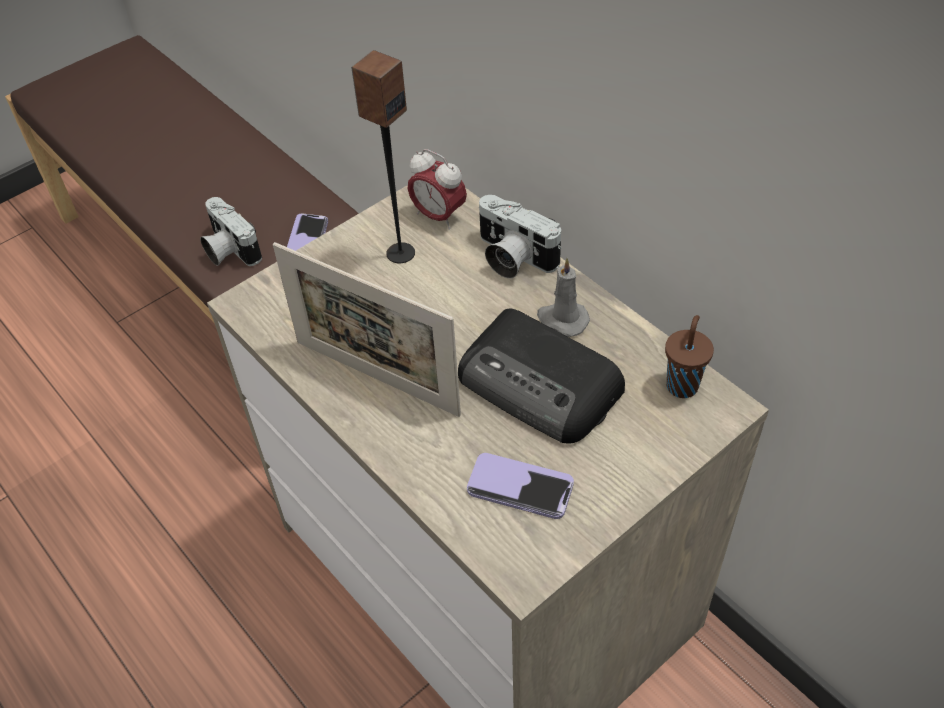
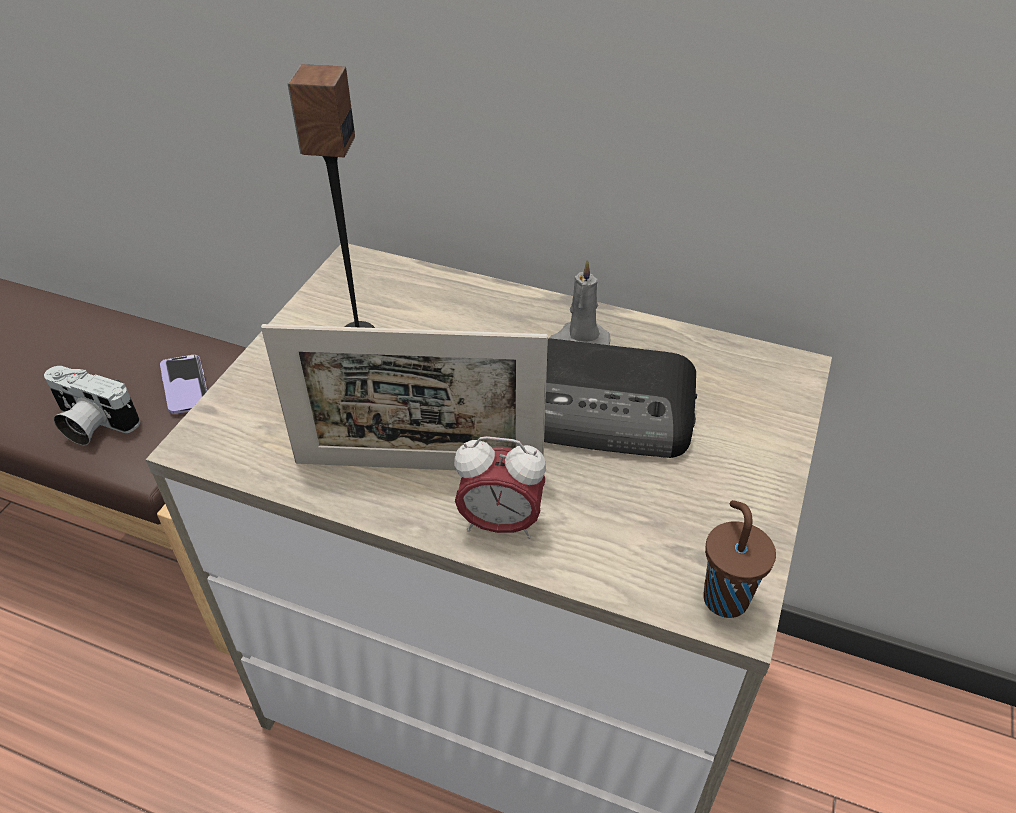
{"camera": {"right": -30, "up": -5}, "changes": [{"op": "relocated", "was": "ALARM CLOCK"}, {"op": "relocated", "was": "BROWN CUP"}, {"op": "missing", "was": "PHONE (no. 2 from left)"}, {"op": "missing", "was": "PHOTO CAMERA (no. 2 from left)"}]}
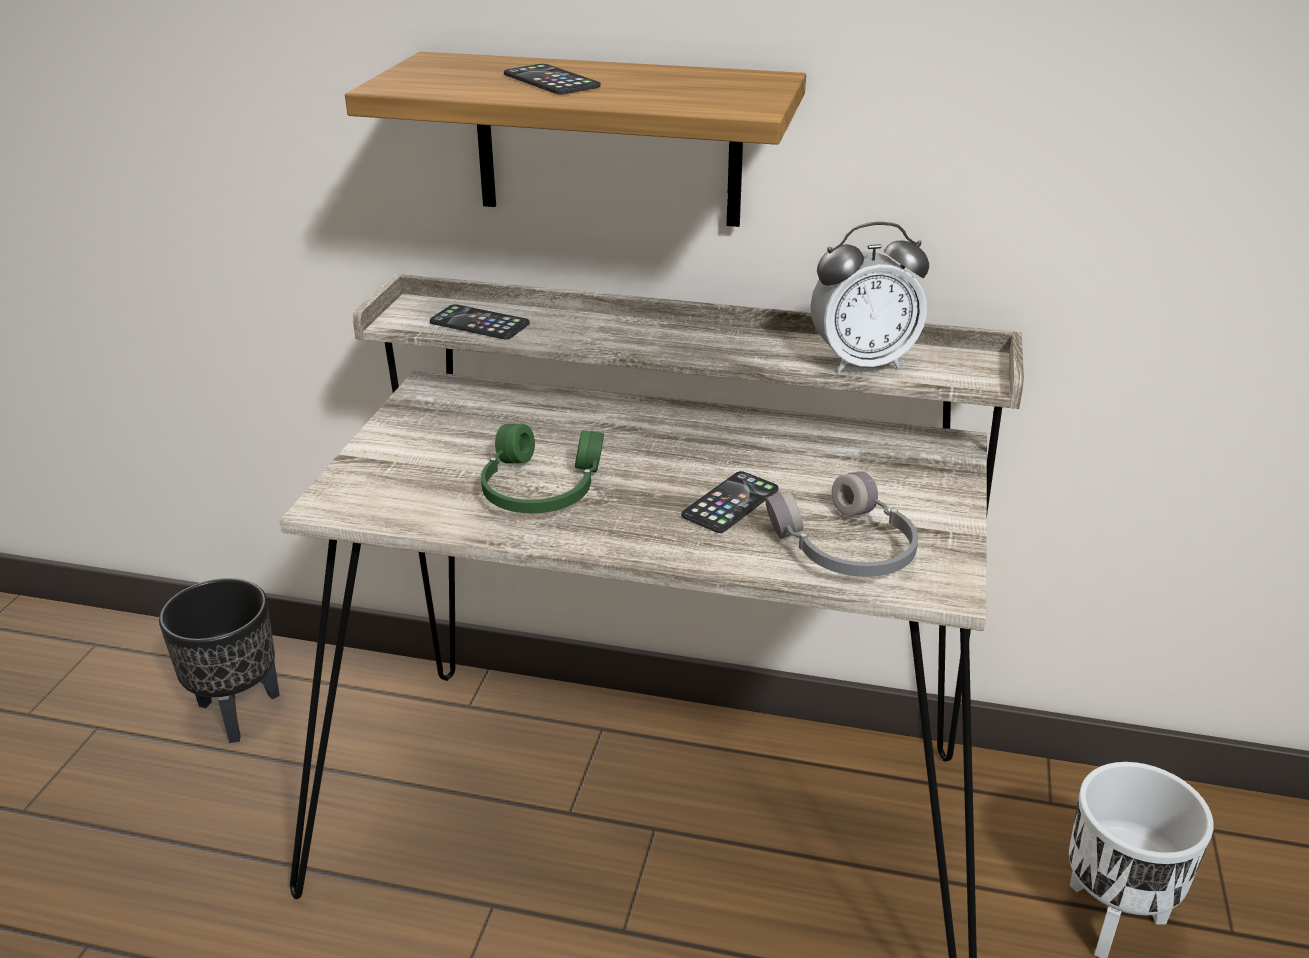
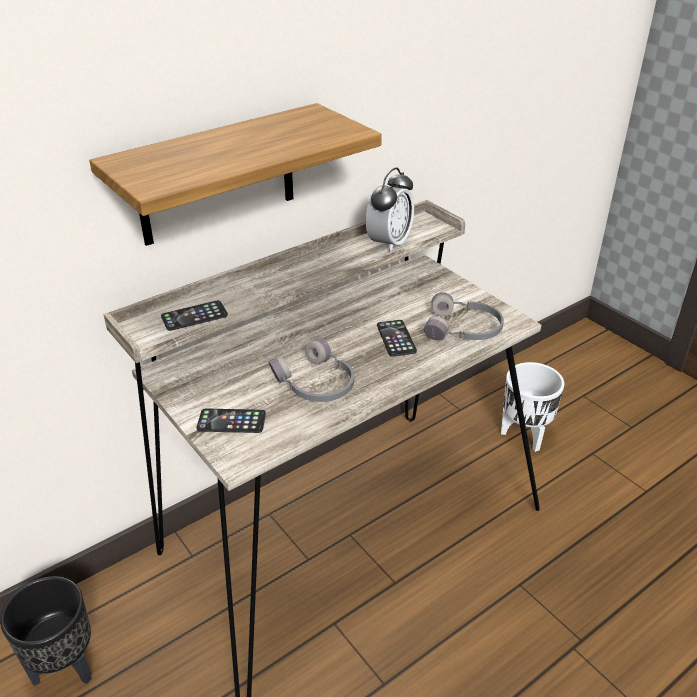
{"camera": {"right": -50, "up": 5}, "changes": [{"op": "relocated", "was": "PHONE (no. 2 from left)"}, {"op": "colour", "was": "GREEN HEADPHONES", "now": "GREY HEADPHONES (no. 1 from left)"}]}
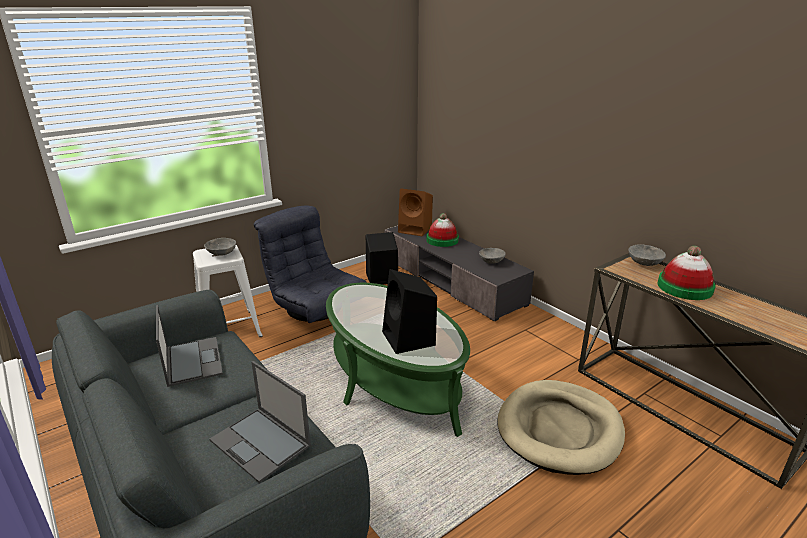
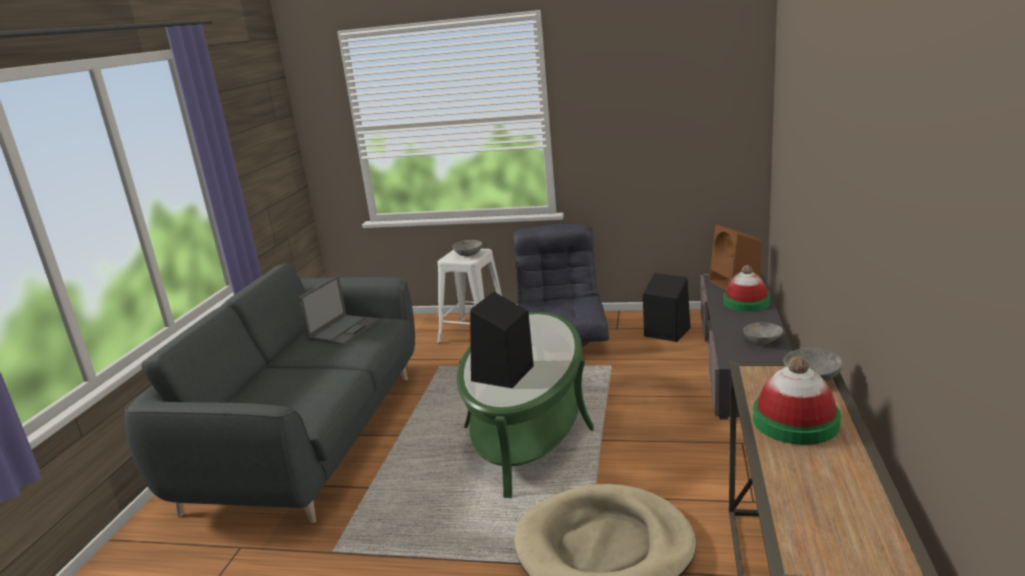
{"camera": {"right": 50, "up": -5}, "changes": [{"op": "missing", "was": "LAPTOP (no. 2 from left)"}]}
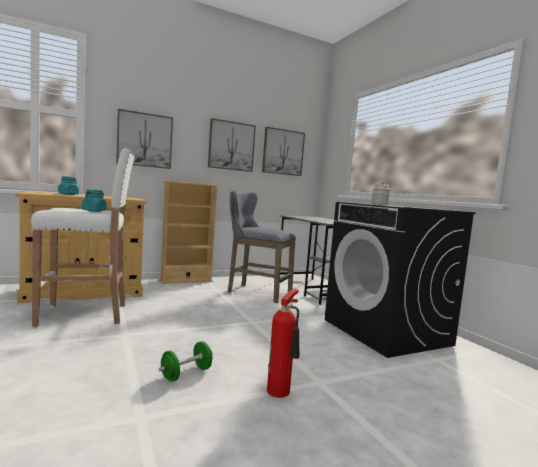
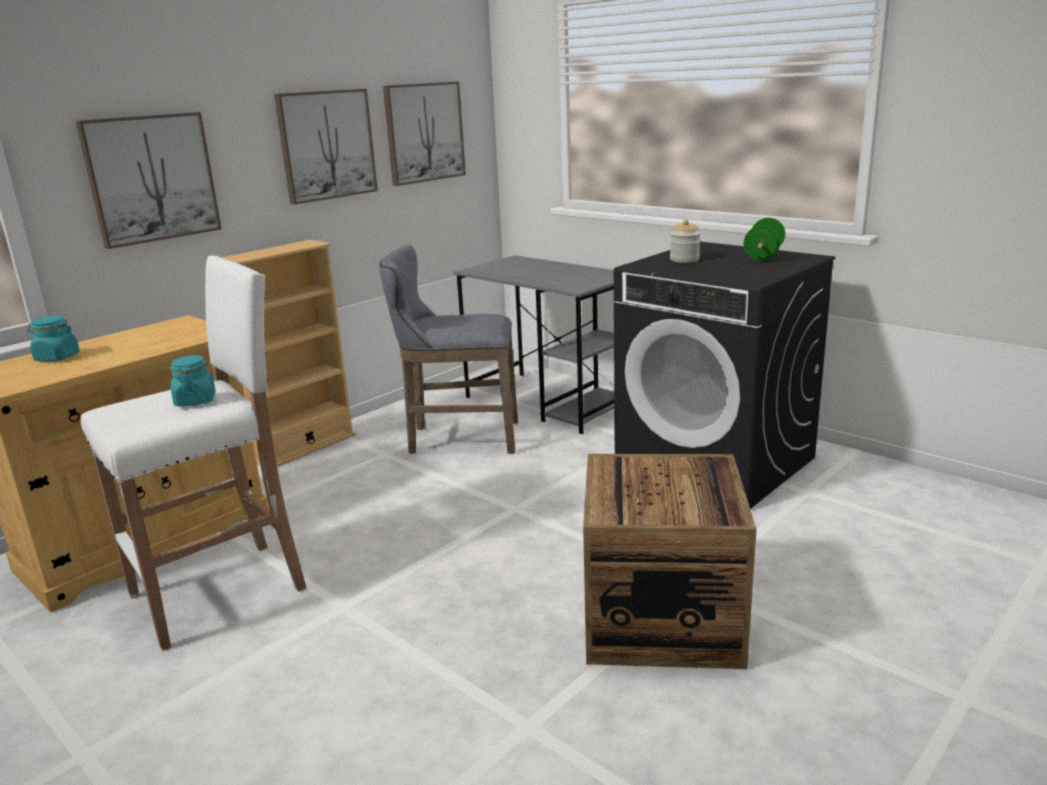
{"camera": {"right": -20, "up": 15}, "changes": [{"op": "exchanged", "was": "FIRE EXTINGUISHER", "now": "CRATE"}, {"op": "relocated", "was": "GREEN DUMBBELL"}]}
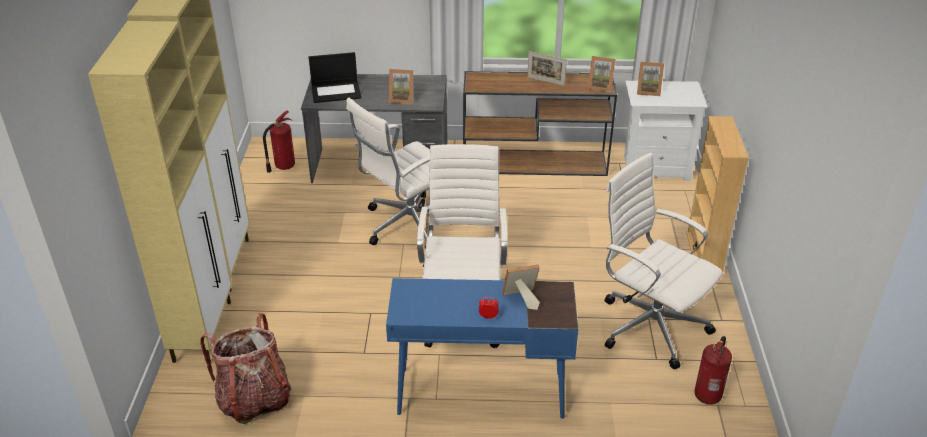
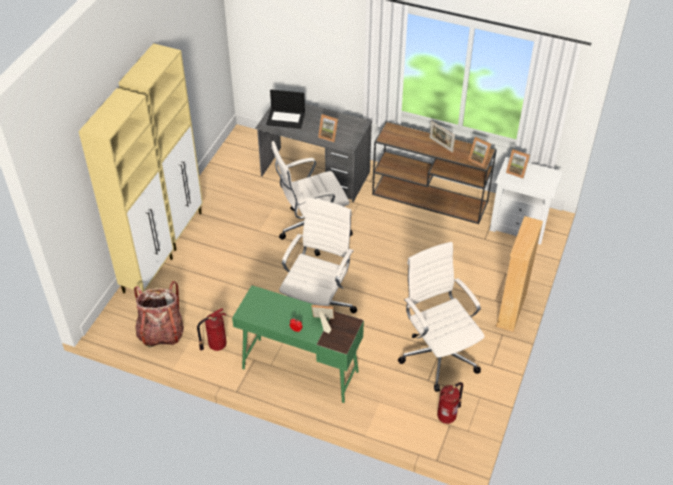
{"camera": {"right": 20, "up": 10}, "changes": [{"op": "relocated", "was": "FIRE EXTINGUISHER (no. 1 from left)"}, {"op": "colour", "was": "BLUE DESK", "now": "GREEN DESK"}]}
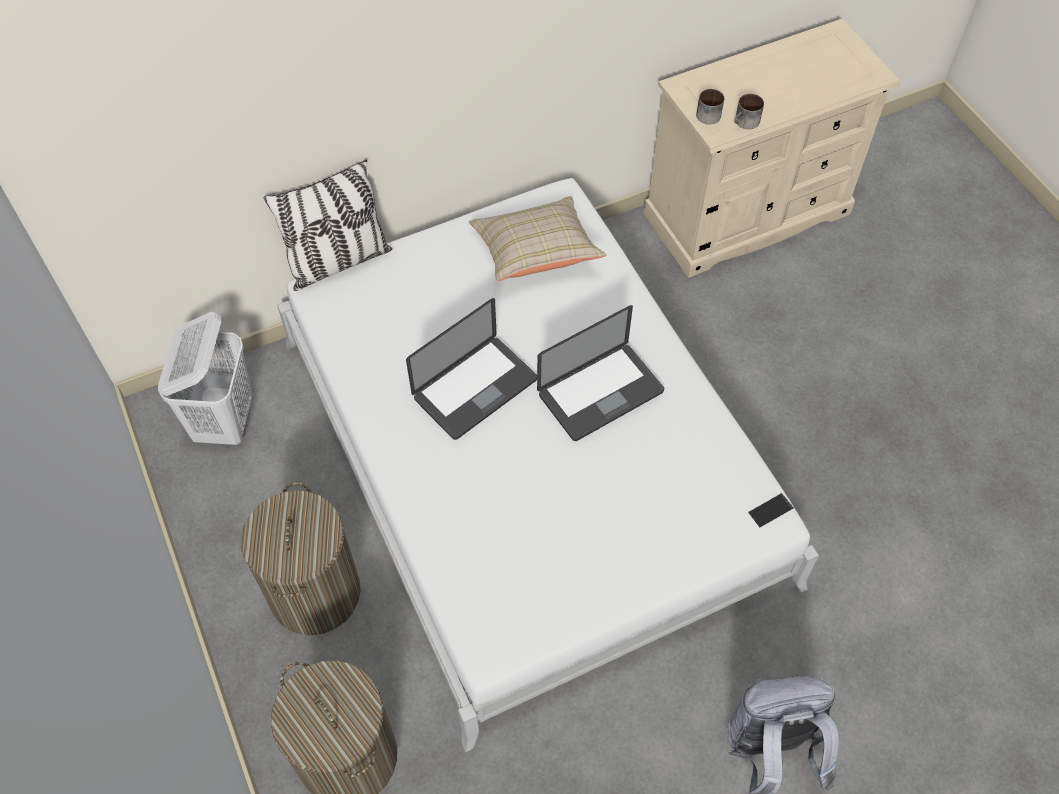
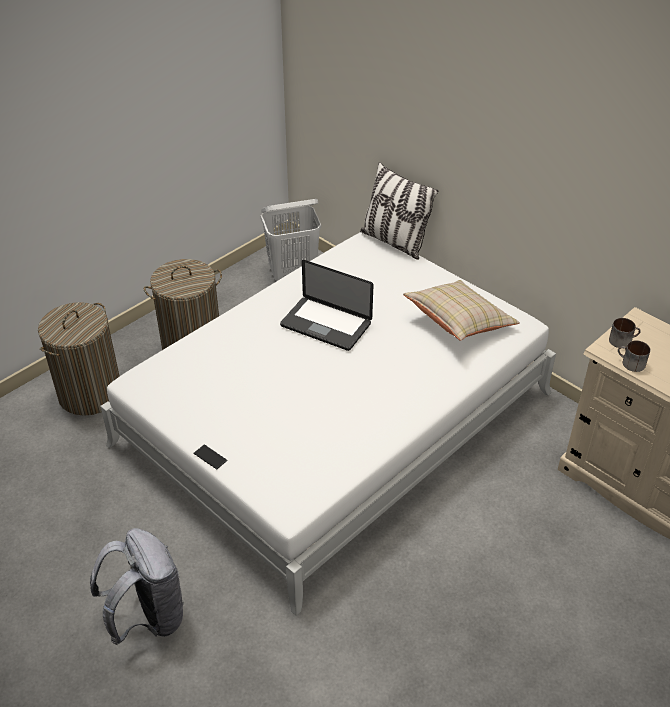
{"camera": {"right": 70, "up": -15}, "changes": [{"op": "relocated", "was": "PHONE"}, {"op": "missing", "was": "LAPTOP (no. 2 from left)"}]}
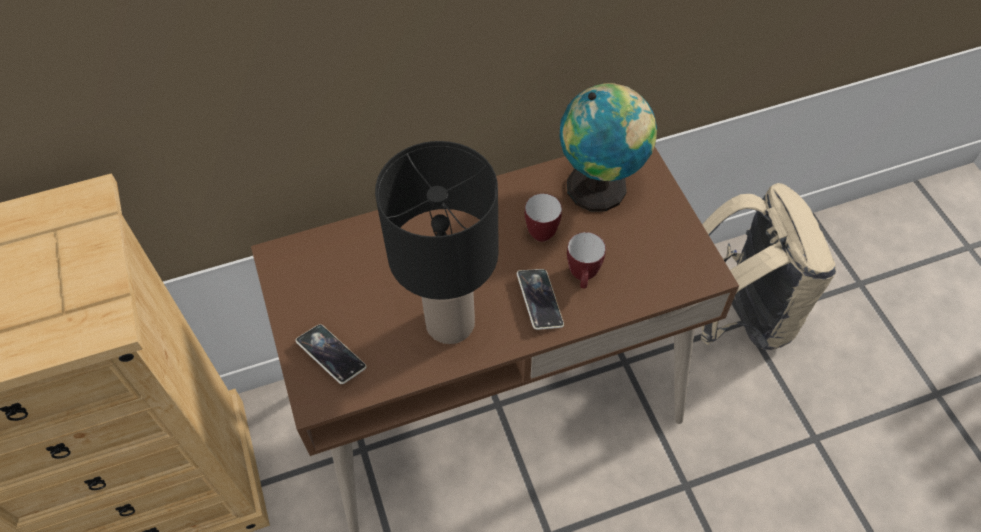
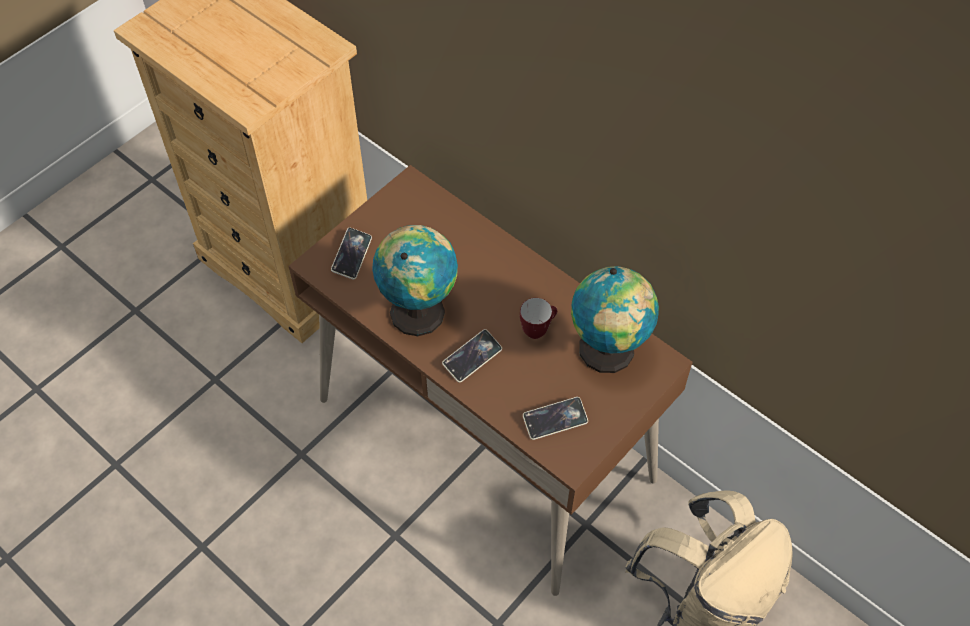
{"camera": {"right": 60, "up": 0}, "changes": [{"op": "exchanged", "was": "BLACK TABLE LAMP", "now": "GLOBE (no. 1 from left)"}, {"op": "appeared", "now": "PHONE (no. 3 from left)"}, {"op": "missing", "was": "MUG (no. 2 from left)"}]}
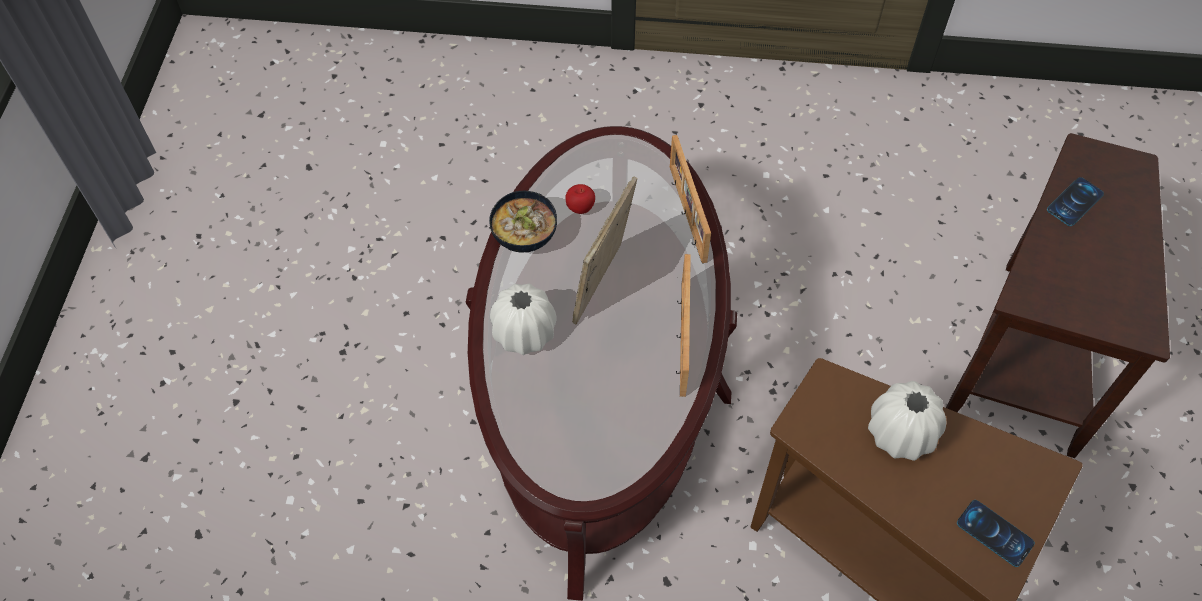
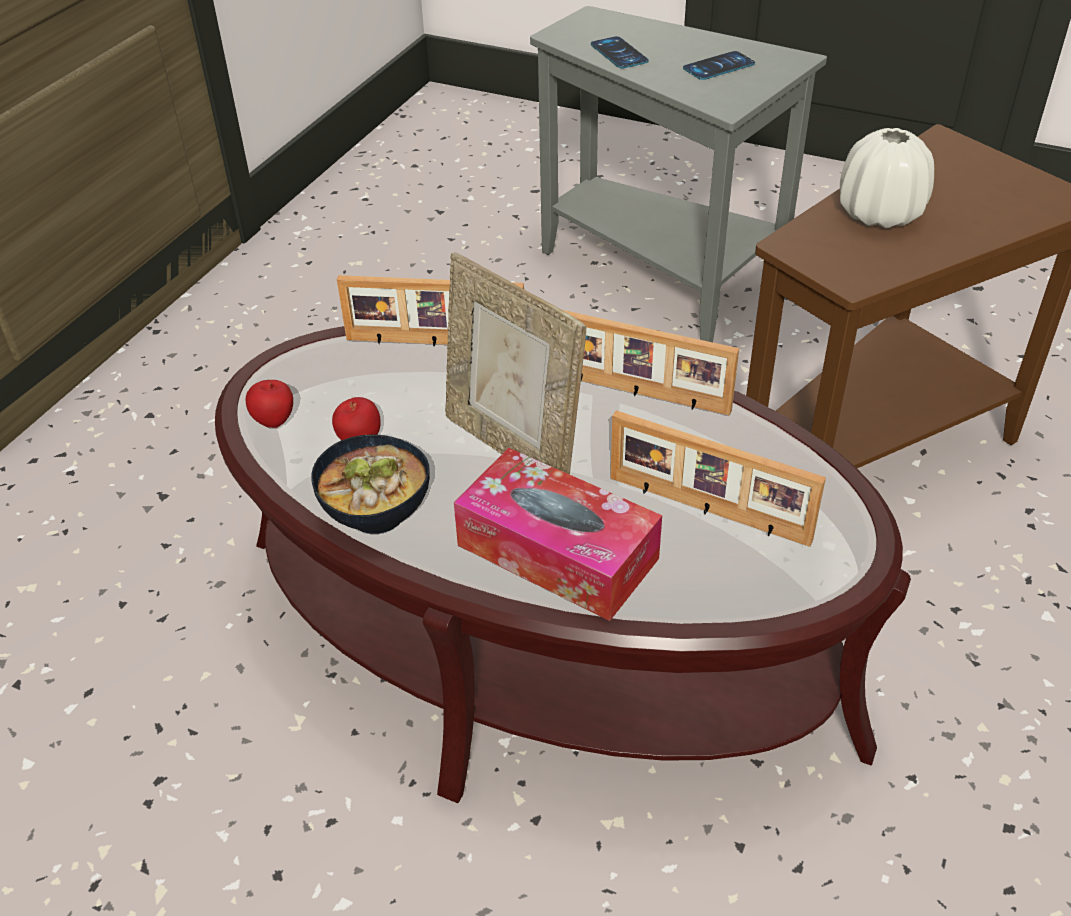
{"camera": {"right": -70, "up": -15}, "changes": [{"op": "appeared", "now": "APPLE (no. 1 from left)"}, {"op": "exchanged", "was": "WHITE VASE (no. 1 from left)", "now": "TISSUE BOX"}, {"op": "colour", "was": "BROWN SIDE TABLE (no. 2 from left)", "now": "GREY SIDE TABLE"}, {"op": "appeared", "now": "PICTURE FRAME (no. 4 from left)"}, {"op": "relocated", "was": "PHONE (no. 1 from left in the first image)", "now": "PHONE (no. 2 from left)"}]}
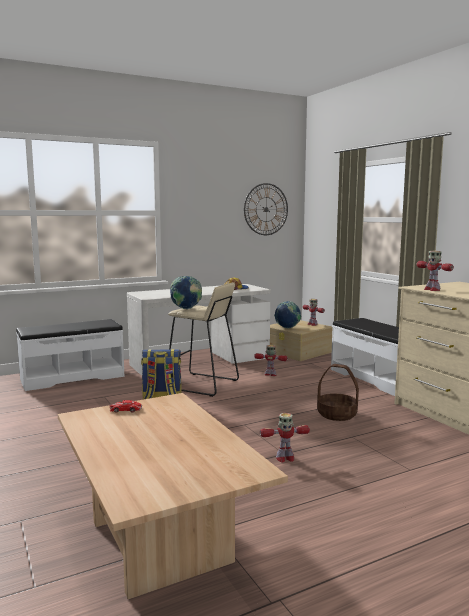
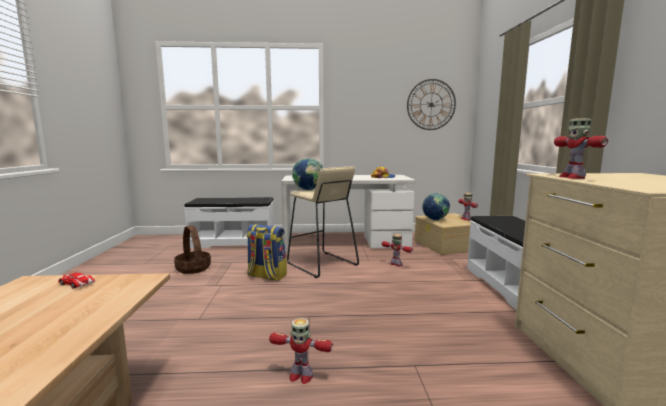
{"camera": {"right": 25, "up": 0}, "changes": [{"op": "relocated", "was": "BASKET"}]}
